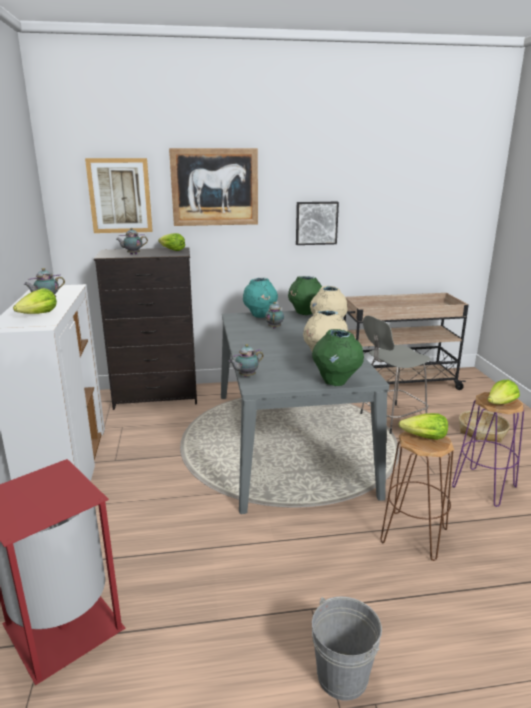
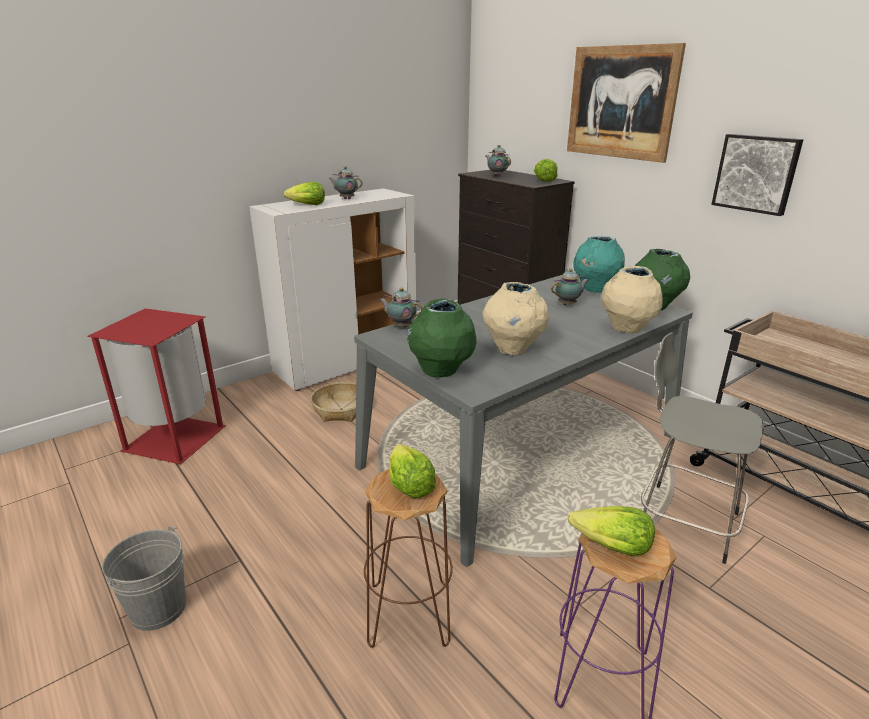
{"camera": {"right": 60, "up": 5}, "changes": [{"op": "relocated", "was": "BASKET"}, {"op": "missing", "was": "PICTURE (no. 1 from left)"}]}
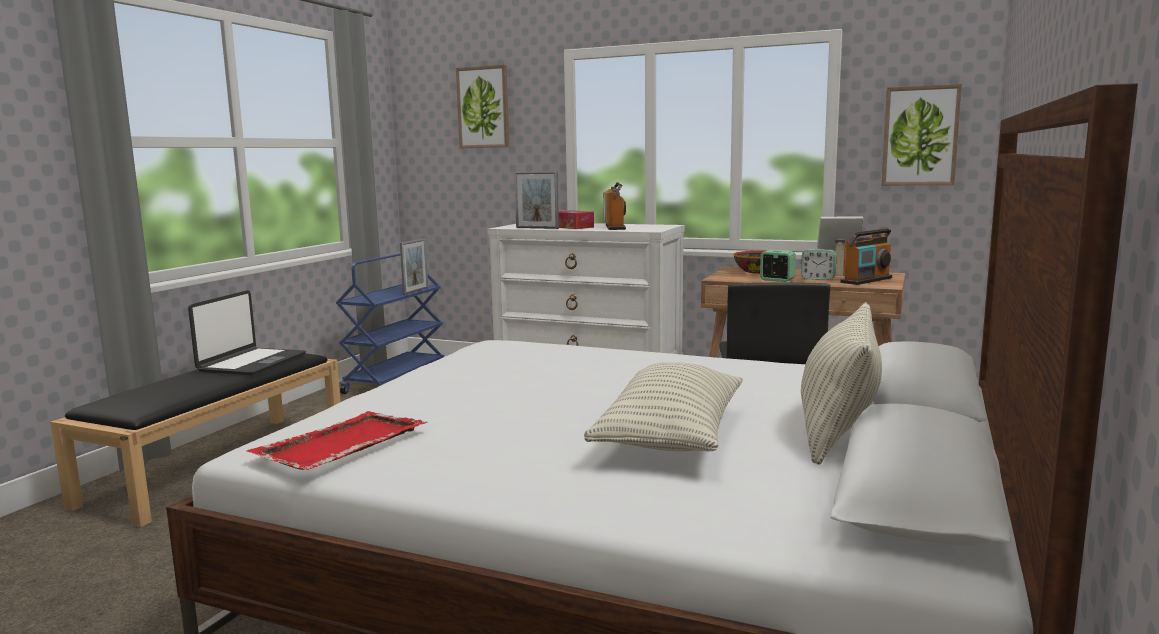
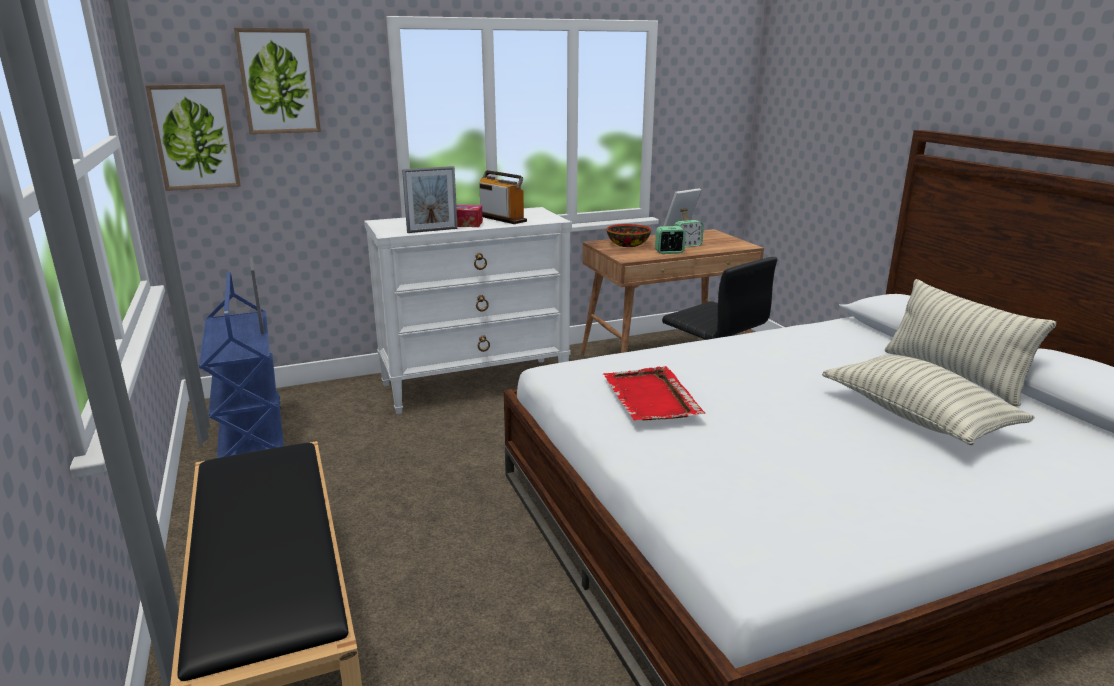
{"camera": {"right": -45, "up": 10}, "changes": [{"op": "relocated", "was": "PICTURE (no. 2 from left in the first image)", "now": "PICTURE (no. 1 from left)"}, {"op": "relocated", "was": "RED TRAY"}, {"op": "missing", "was": "LAPTOP"}, {"op": "missing", "was": "RADIO (no. 2 from left)"}]}
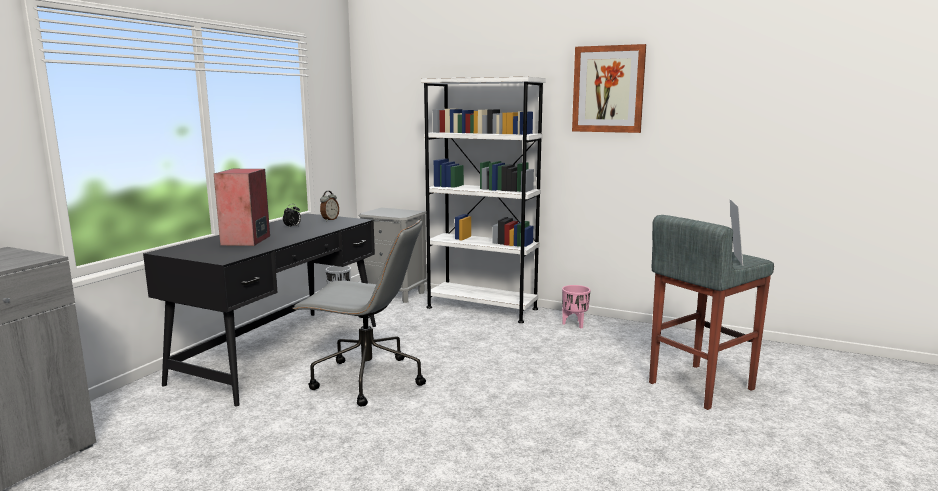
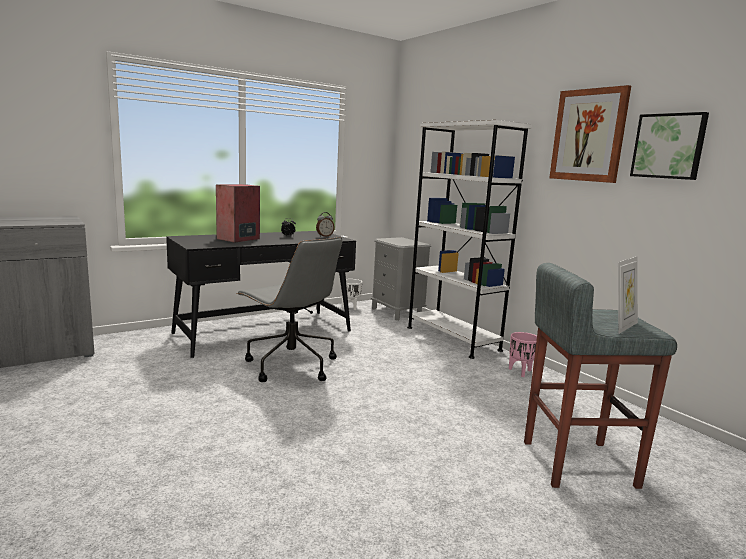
{"camera": {"right": 30, "up": 0}, "changes": [{"op": "appeared", "now": "PICTURE (no. 2 from left)"}]}
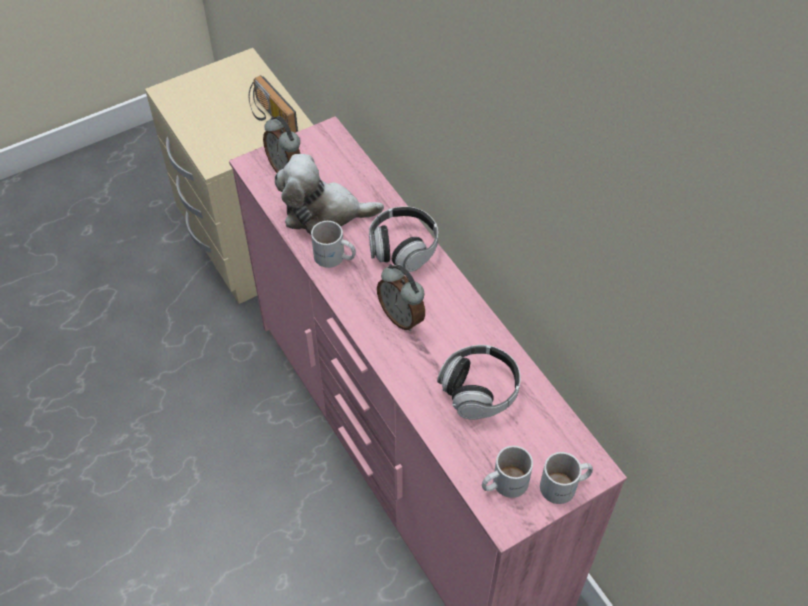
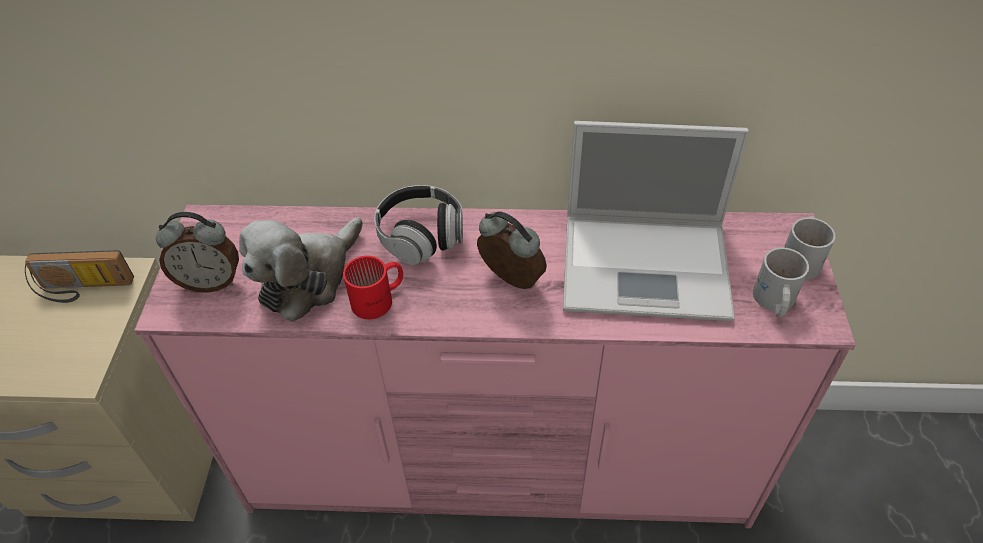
{"camera": {"right": -55, "up": -5}, "changes": [{"op": "colour", "was": "WHITE MUG (no. 1 from left)", "now": "RED MUG"}, {"op": "spun", "was": "ALARM CLOCK (no. 2 from left)", "clockwise": -135}, {"op": "exchanged", "was": "HEADPHONES (no. 2 from left)", "now": "LAPTOP"}]}
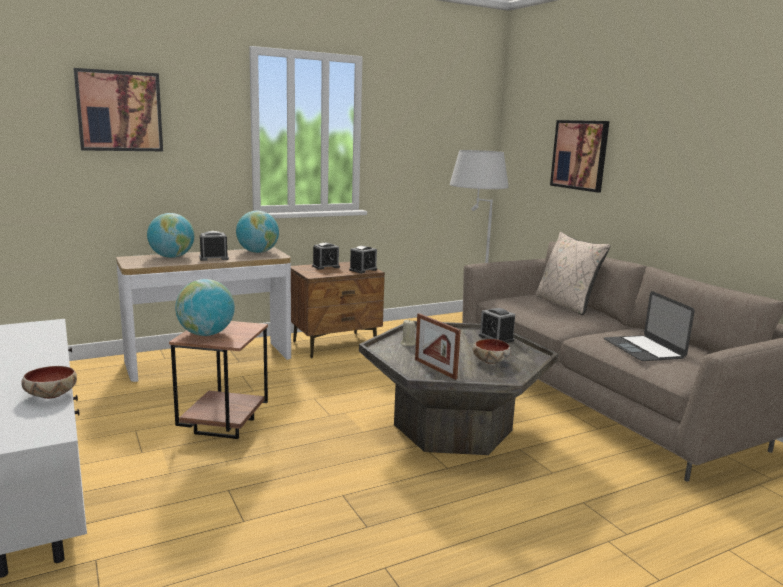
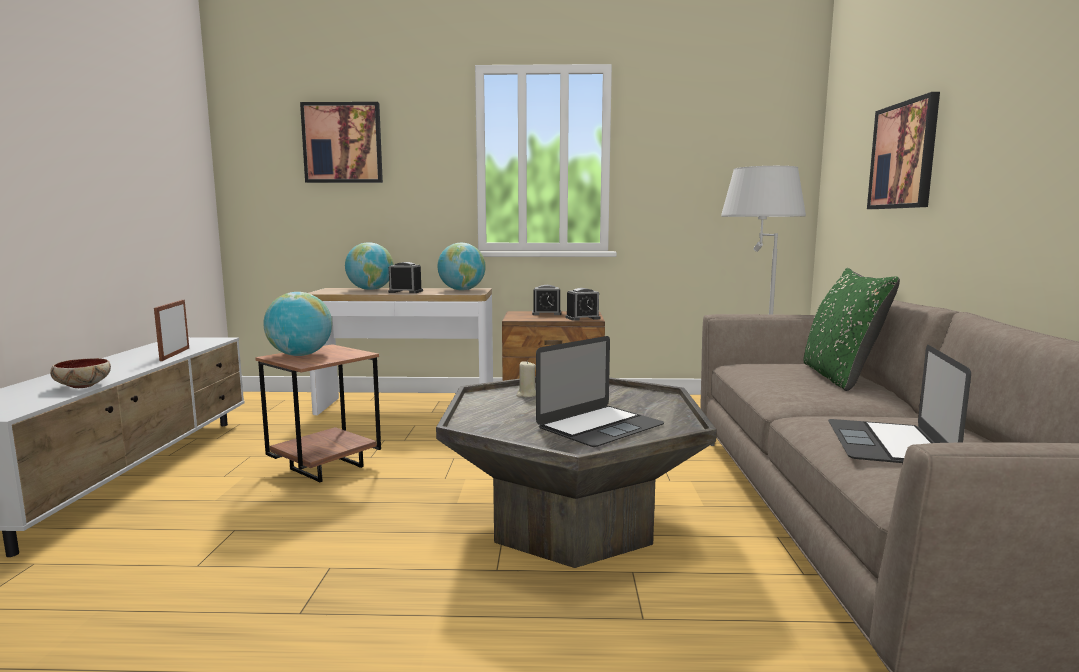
{"camera": {"right": 30, "up": -5}, "changes": [{"op": "relocated", "was": "PICTURE FRAME"}, {"op": "exchanged", "was": "BOWL (no. 2 from left)", "now": "LAPTOP (no. 1 from left)"}, {"op": "colour", "was": "BEIGE PILLOW", "now": "GREEN PILLOW"}, {"op": "missing", "was": "ALARM CLOCK (no. 4 from left)"}]}
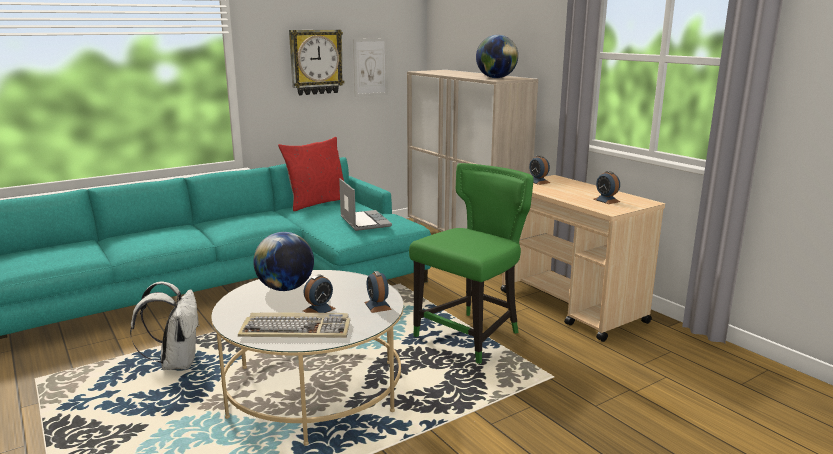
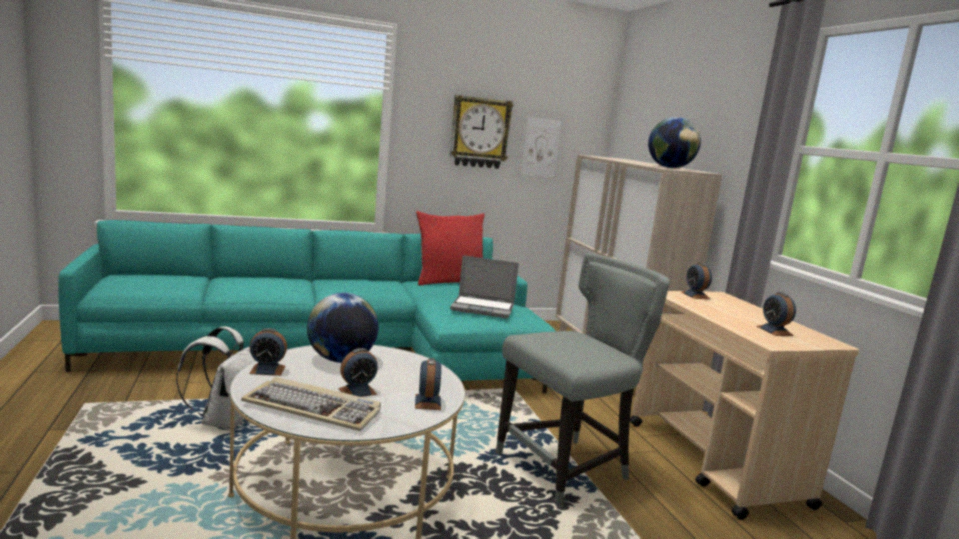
{"camera": {"right": 15, "up": -5}, "changes": [{"op": "appeared", "now": "ALARM CLOCK (no. 1 from left)"}, {"op": "spun", "was": "LAPTOP", "clockwise": 105}, {"op": "colour", "was": "GREEN CHAIR", "now": "GREY CHAIR"}]}
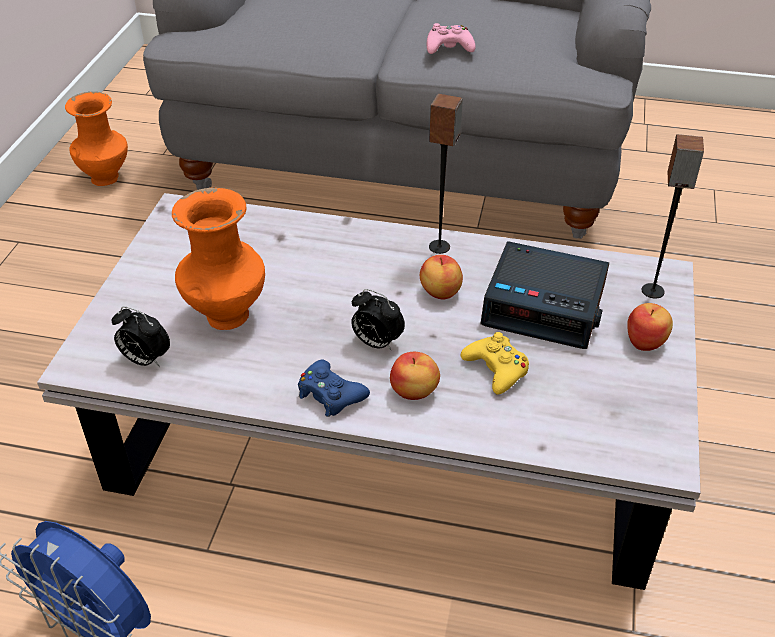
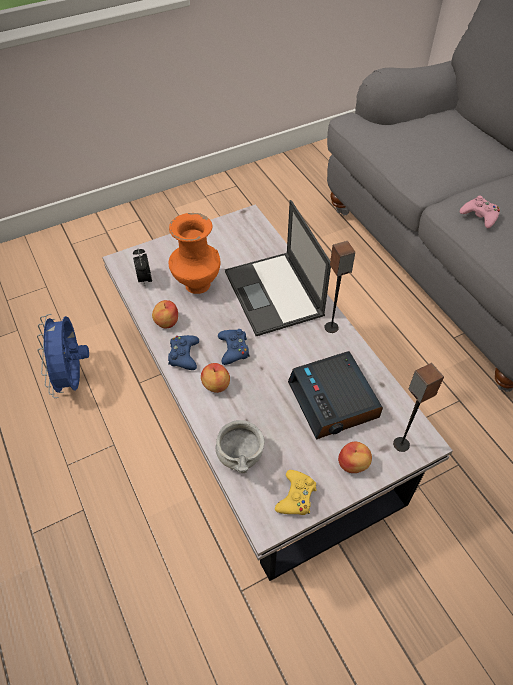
{"camera": {"right": 50, "up": 10}, "changes": [{"op": "relocated", "was": "APPLE (no. 2 from left in the first image)", "now": "APPLE (no. 1 from left)"}, {"op": "appeared", "now": "GREY BOWL"}, {"op": "exchanged", "was": "ALARM CLOCK (no. 2 from left)", "now": "BLUE GAME CONTROLLER (no. 2 from left)"}, {"op": "appeared", "now": "LAPTOP"}, {"op": "relocated", "was": "YELLOW GAME CONTROLLER"}, {"op": "missing", "was": "ORANGE VASE (no. 1 from left)"}]}
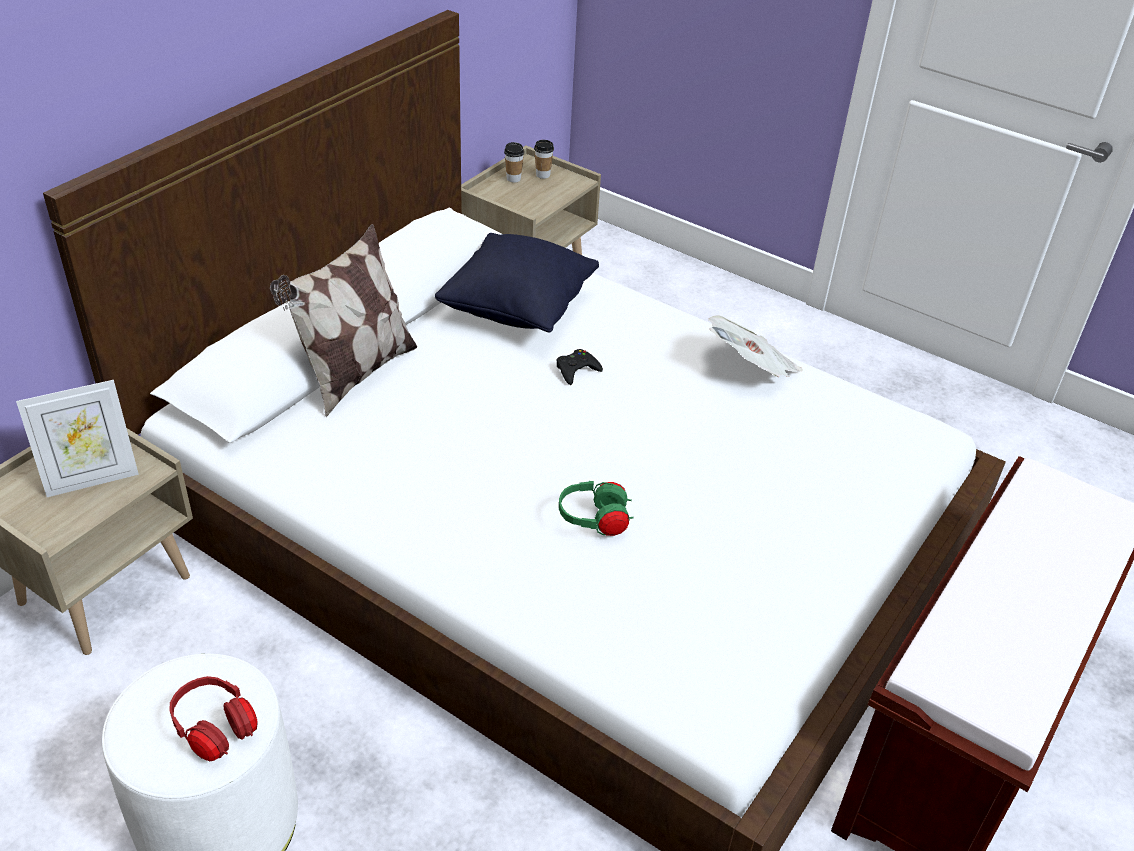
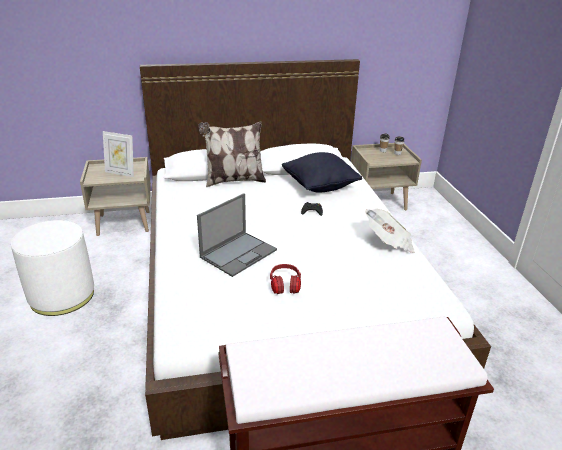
{"camera": {"right": 45, "up": -10}, "changes": [{"op": "exchanged", "was": "GREEN HEADPHONES", "now": "LAPTOP"}, {"op": "relocated", "was": "RED HEADPHONES"}]}
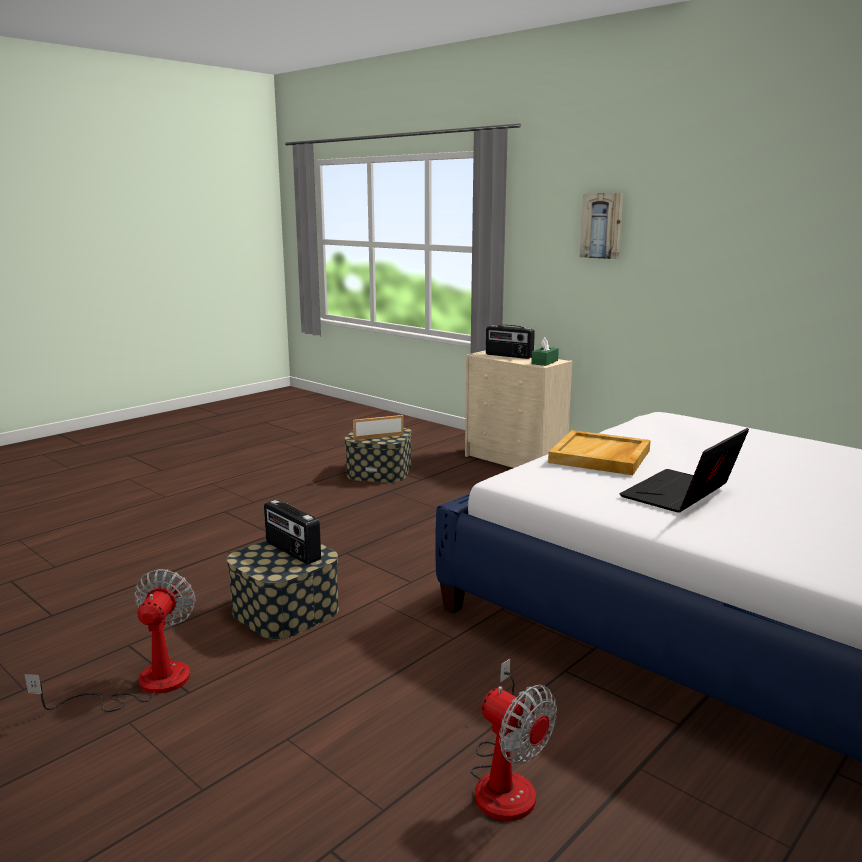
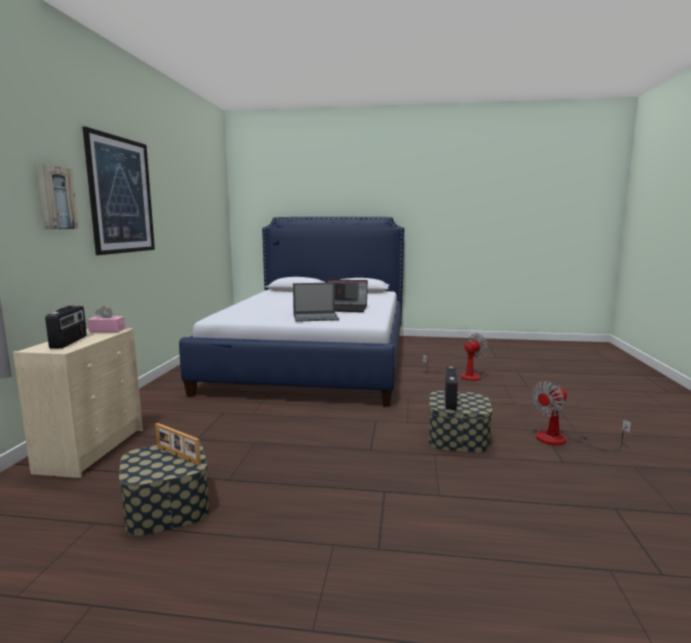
{"camera": {"right": -125, "up": -5}, "changes": [{"op": "appeared", "now": "PICTURE (no. 2 from left)"}, {"op": "colour", "was": "GREEN TISSUE BOX", "now": "PINK TISSUE BOX"}, {"op": "exchanged", "was": "BEIGE TRAY", "now": "LAPTOP (no. 1 from left)"}, {"op": "spun", "was": "FAN (no. 2 from left in the first image)", "clockwise": 45}]}
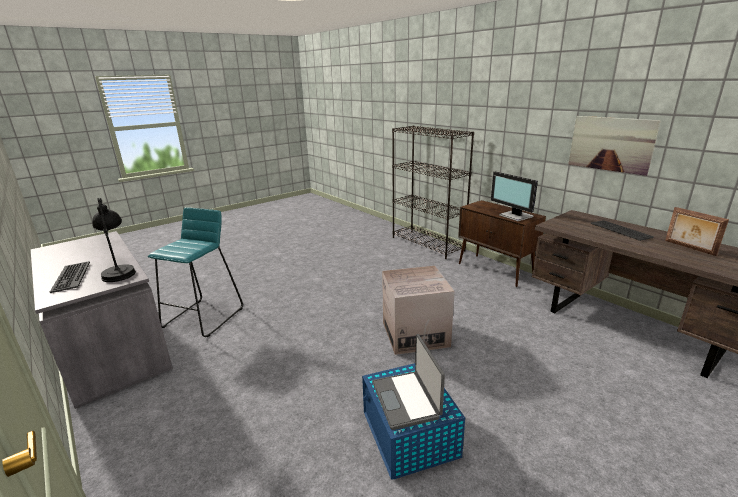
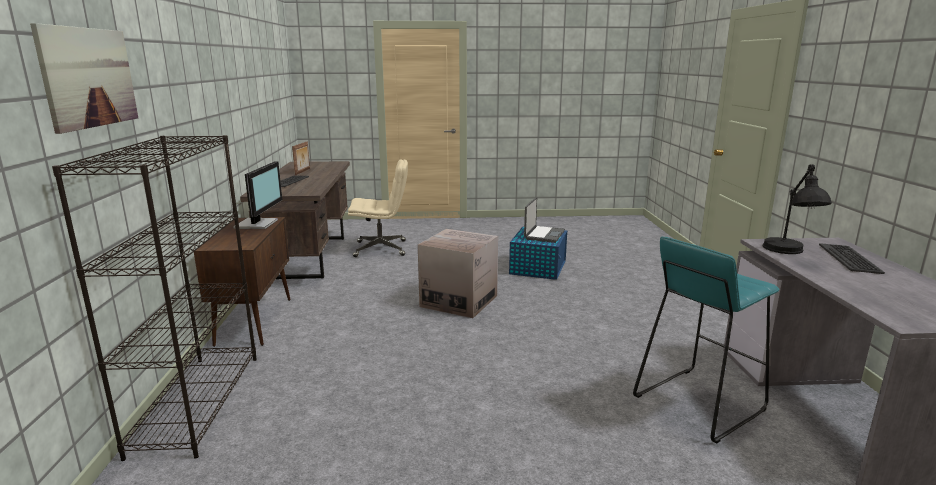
{"camera": {"right": -145, "up": -5}, "changes": [{"op": "relocated", "was": "PICTURE"}, {"op": "appeared", "now": "BEIGE OFFICE CHAIR"}]}
